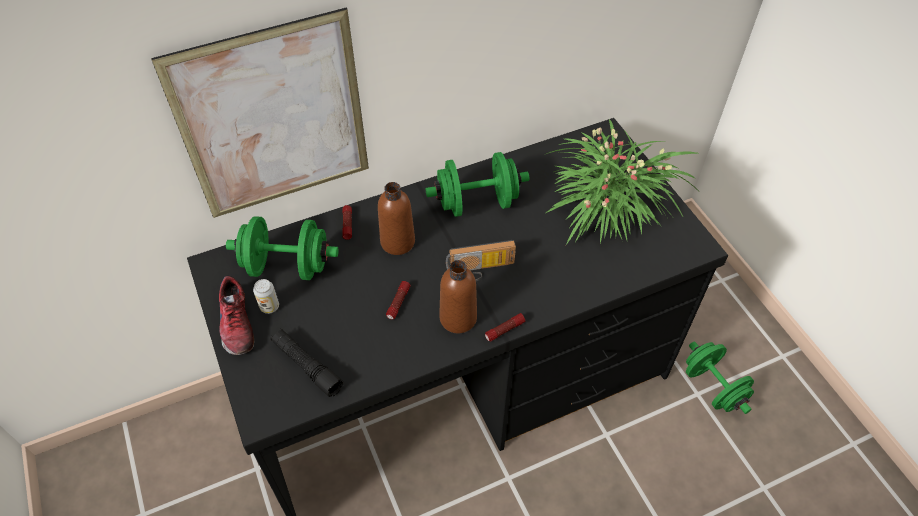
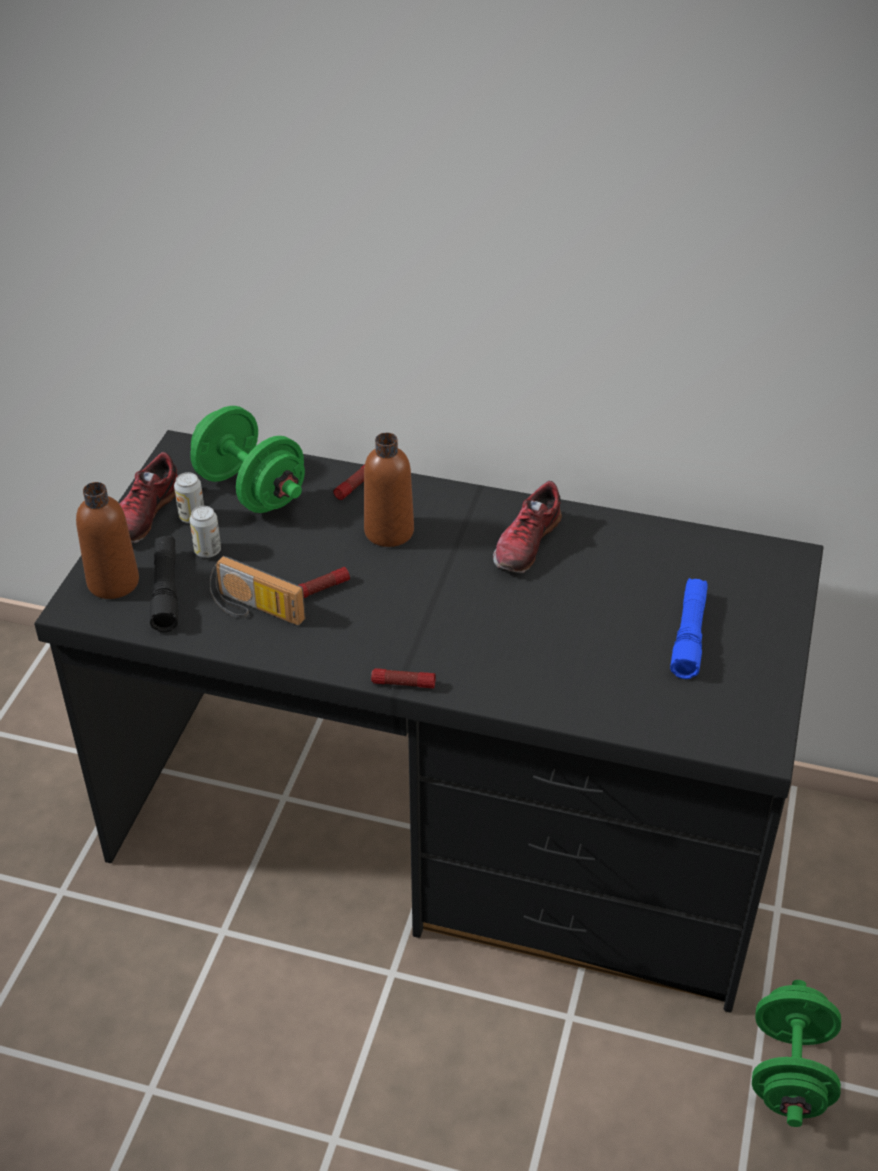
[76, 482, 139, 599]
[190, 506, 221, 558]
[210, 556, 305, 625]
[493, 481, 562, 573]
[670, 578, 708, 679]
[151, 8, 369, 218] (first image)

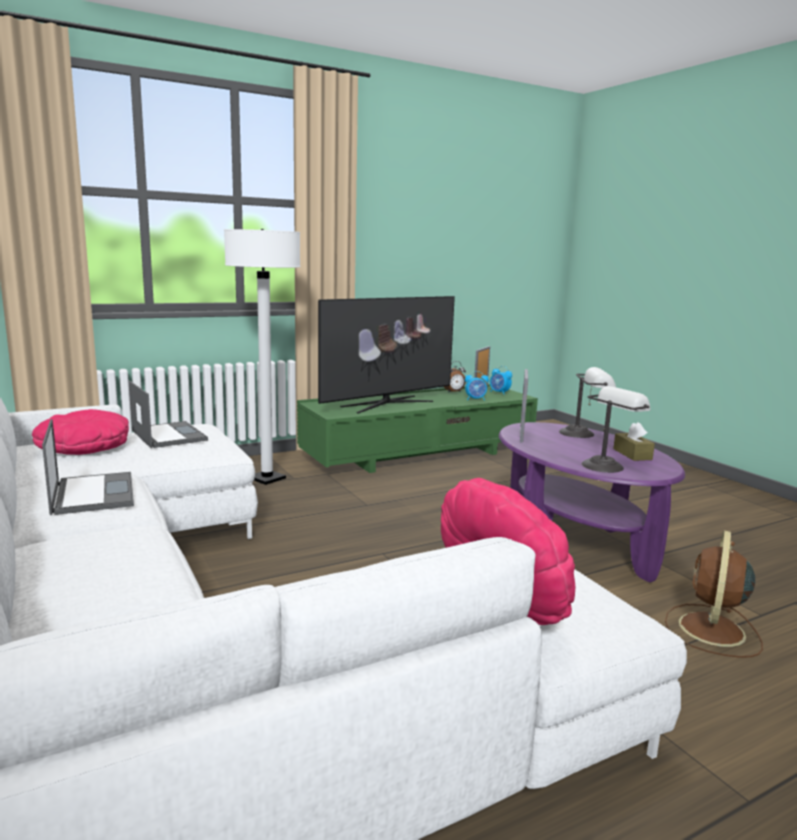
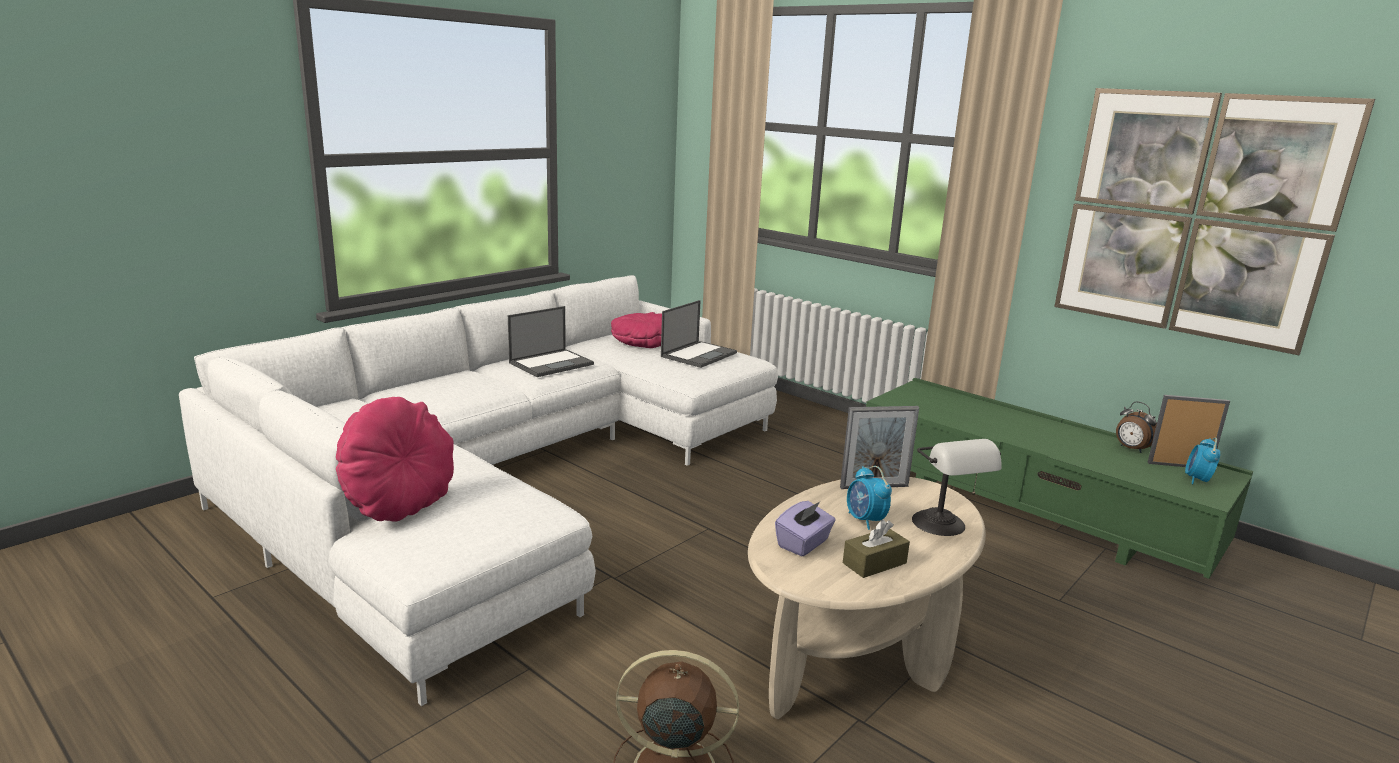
[748, 477, 986, 719]
[775, 501, 836, 556]
[847, 466, 892, 530]
[1054, 88, 1375, 355]
[224, 229, 301, 485] (first image)
[318, 296, 455, 414] (first image)

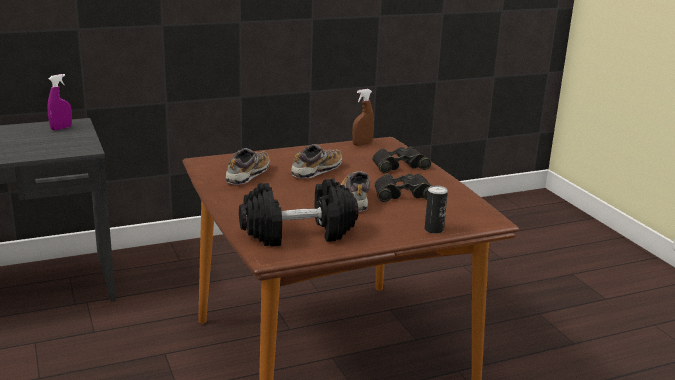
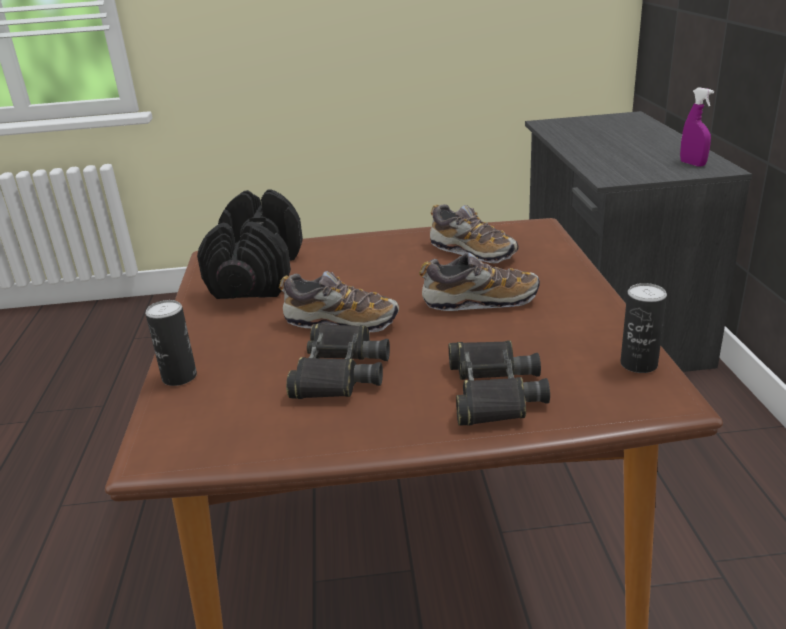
[419, 252, 540, 311]
[620, 283, 667, 373]

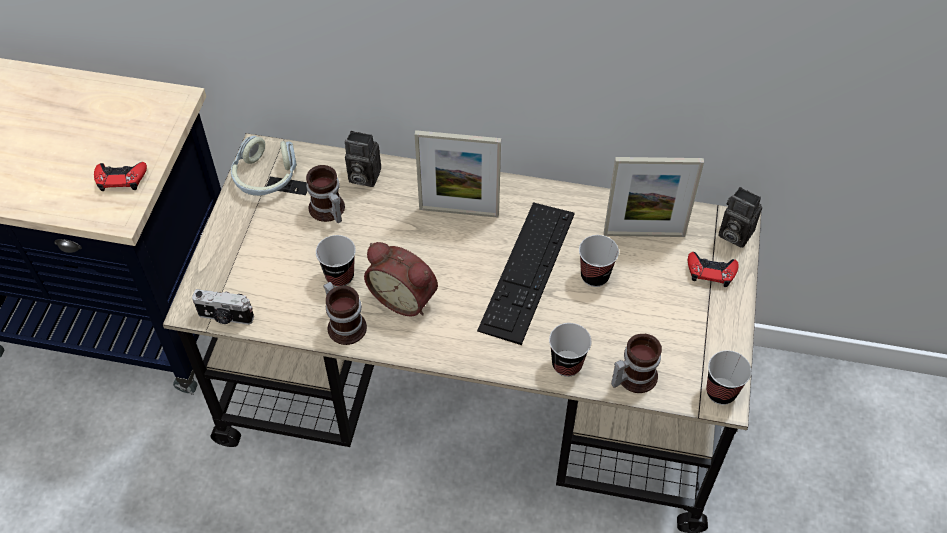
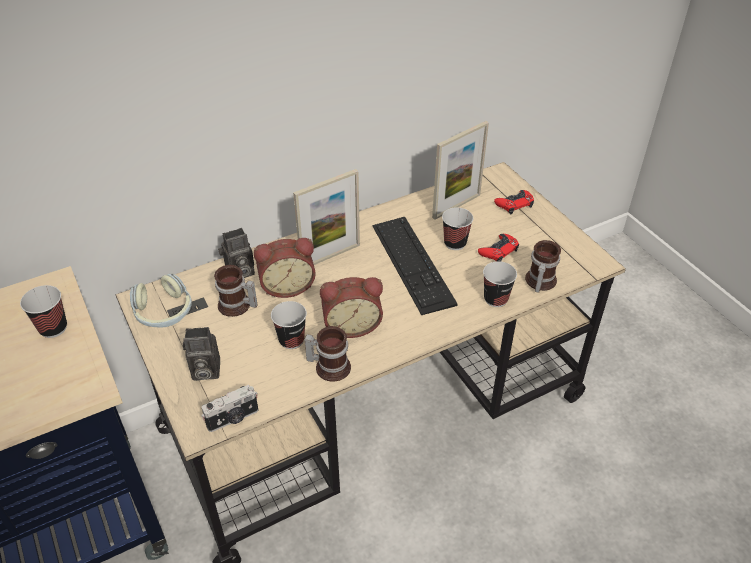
[20, 285, 67, 338]
[183, 327, 220, 381]
[254, 238, 316, 298]
[478, 234, 519, 262]

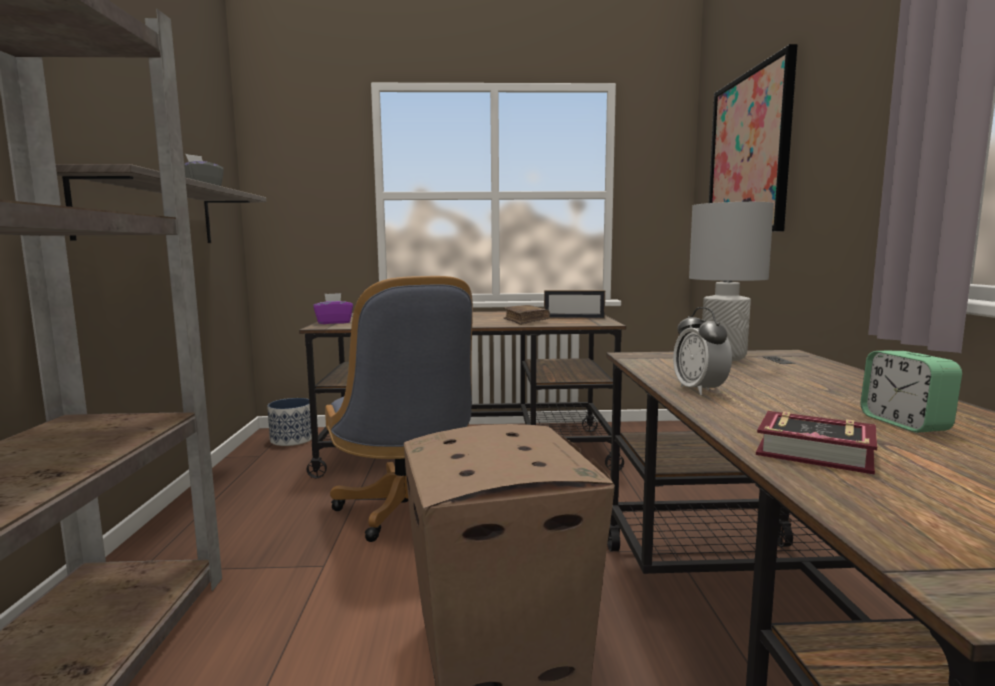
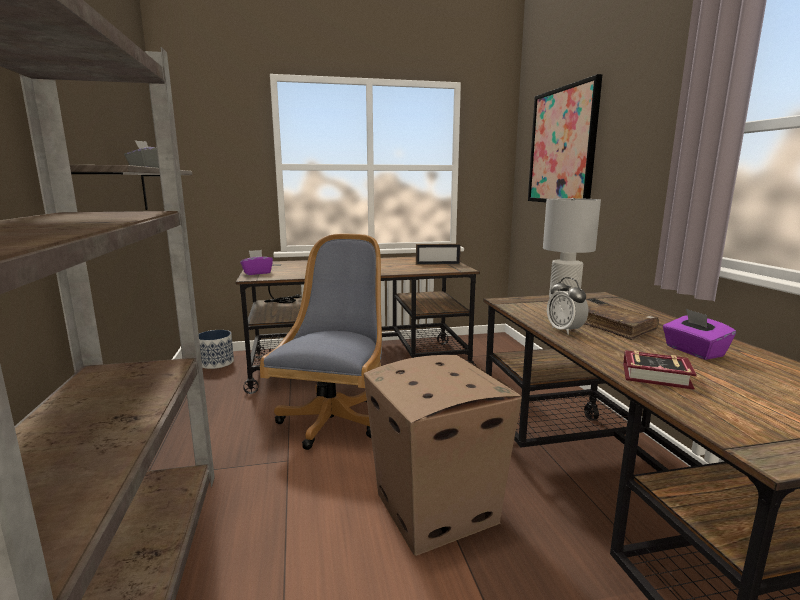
[260, 234, 382, 450]
[585, 304, 659, 340]
[663, 309, 736, 360]

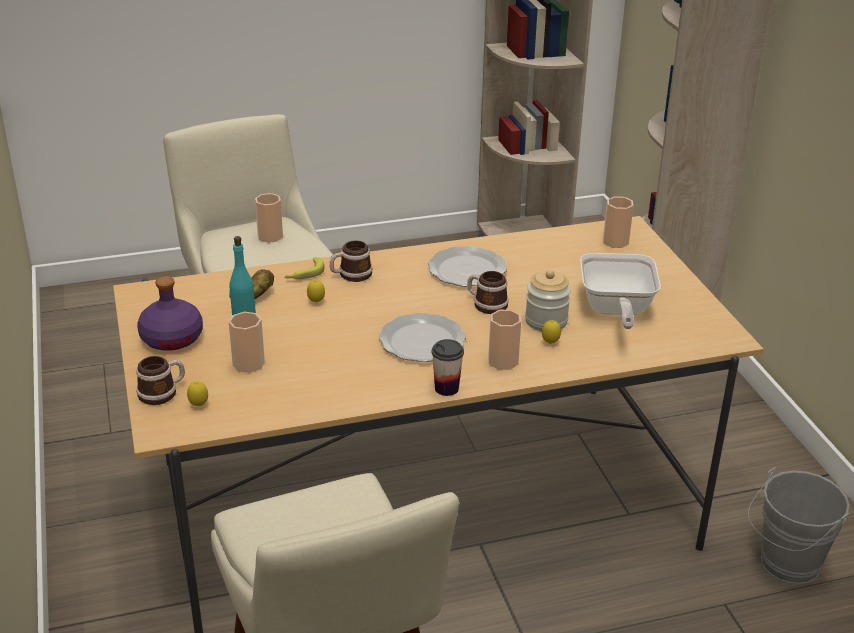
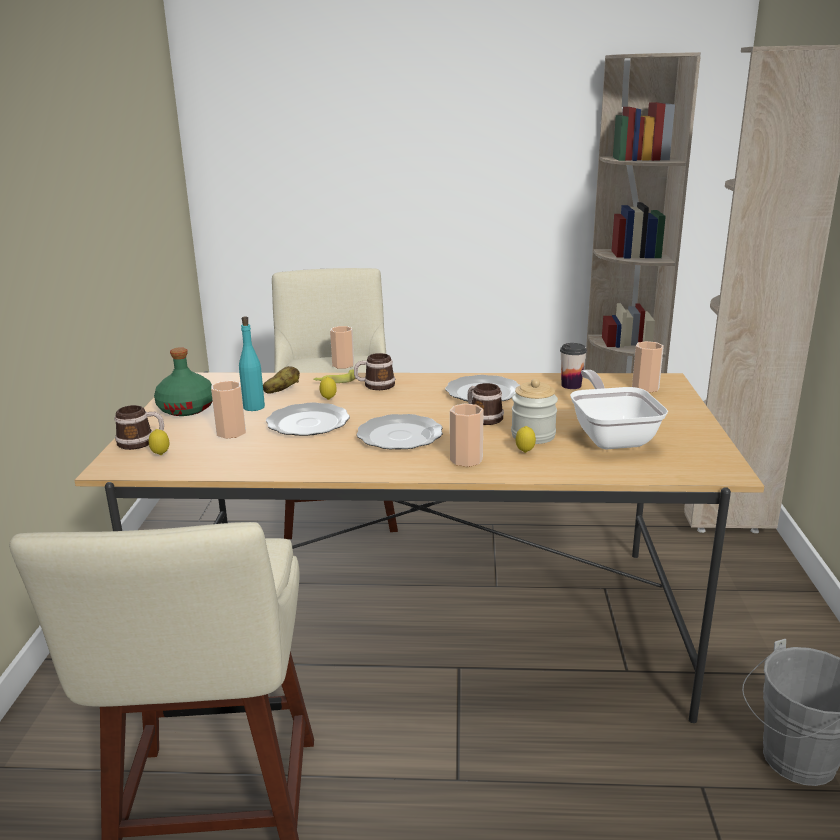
[154, 347, 213, 416]
[266, 402, 350, 436]
[560, 343, 587, 389]
[570, 370, 668, 449]

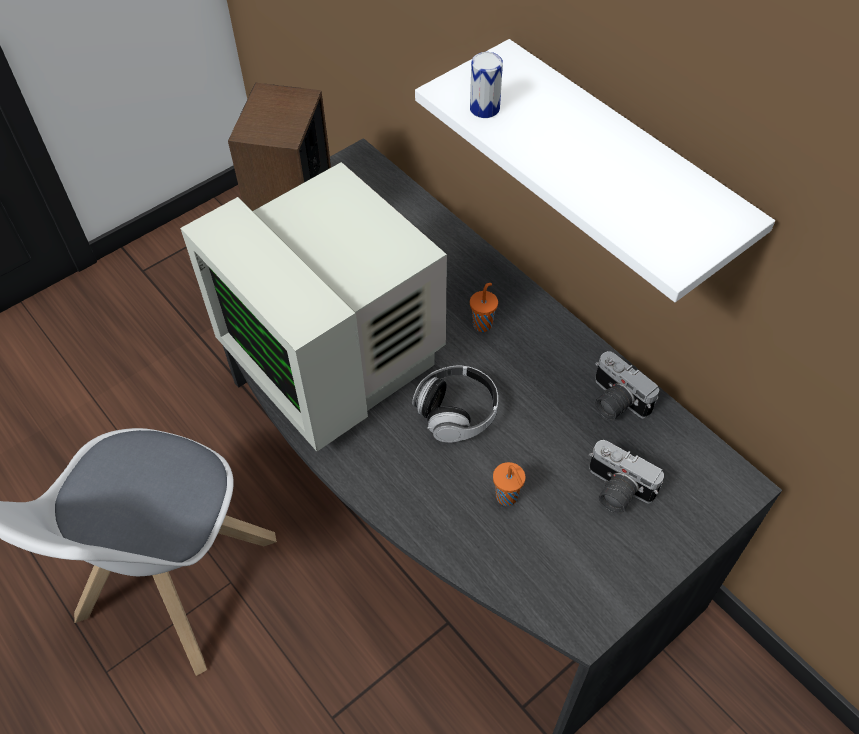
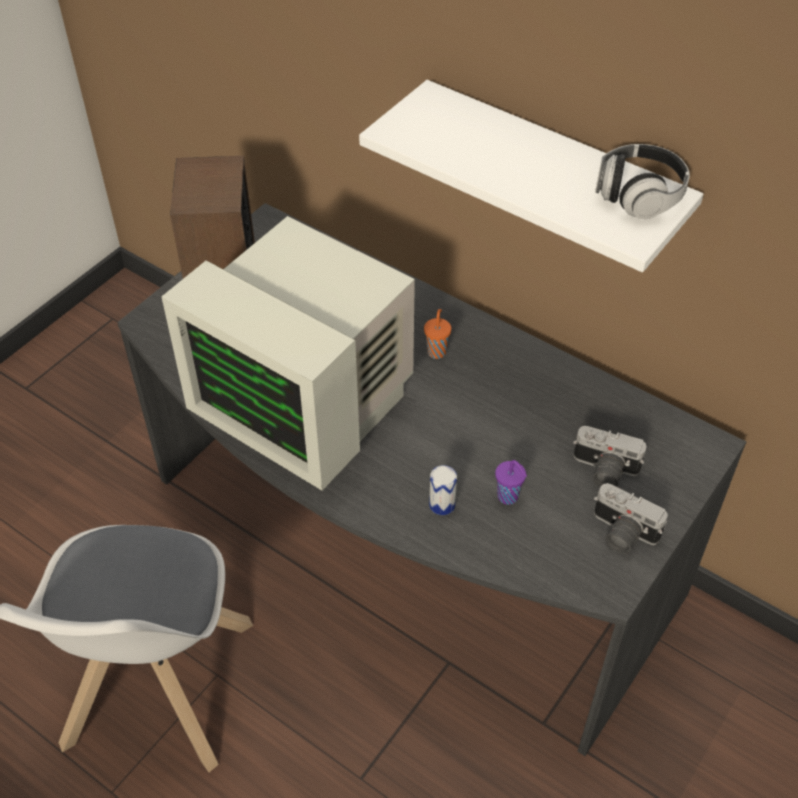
[429, 465, 457, 515]
[495, 460, 527, 505]
[594, 483, 668, 554]
[595, 144, 690, 219]

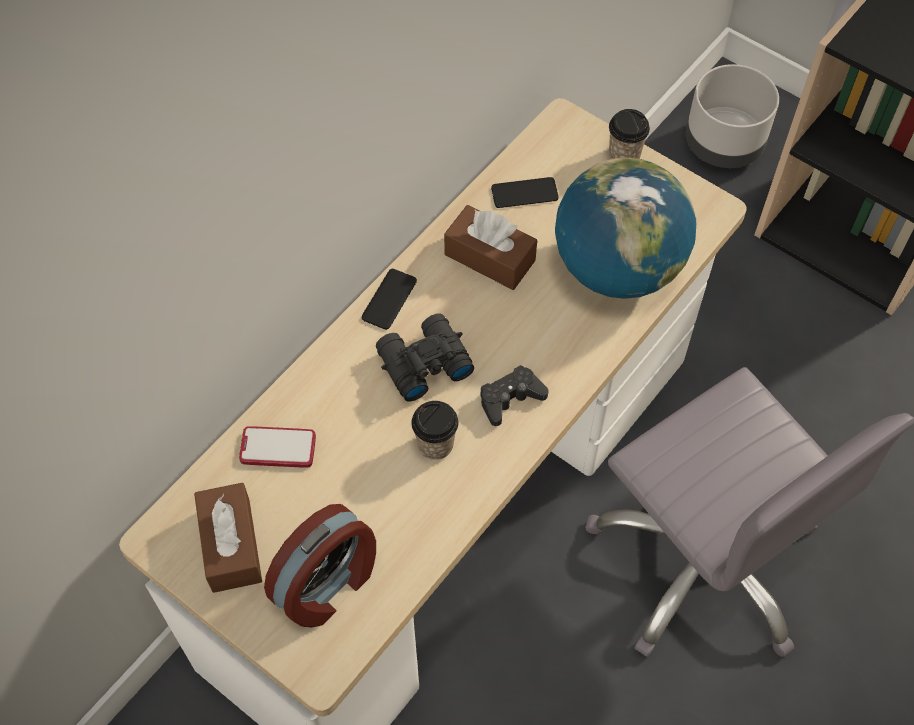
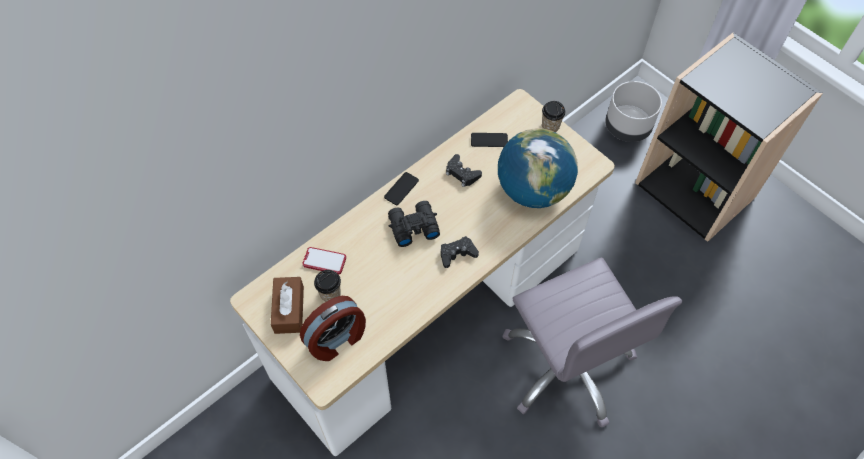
[314, 270, 341, 302]
[446, 154, 482, 187]

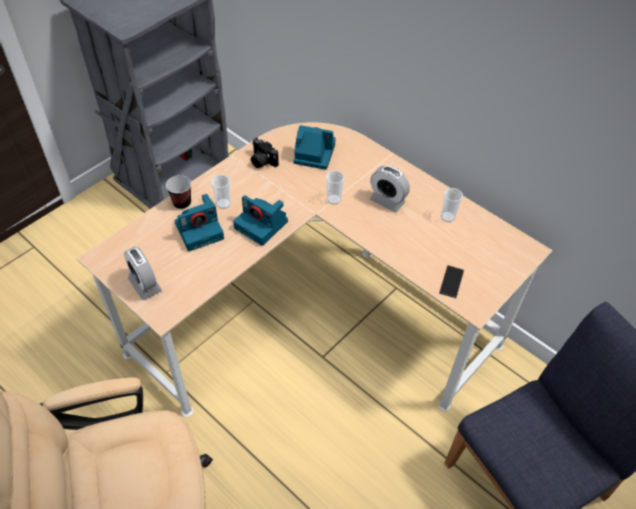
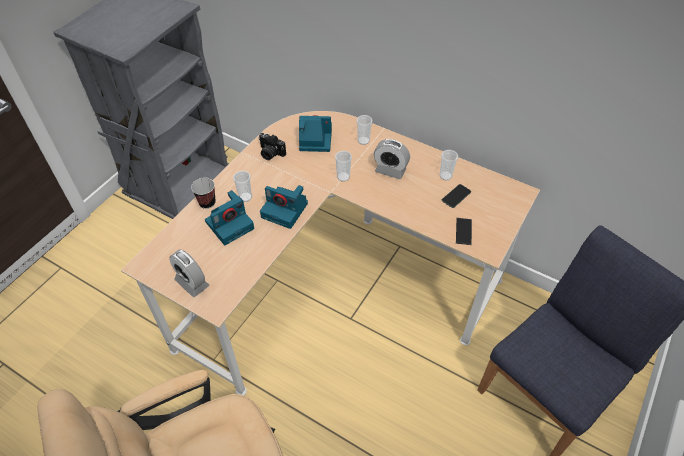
[356, 115, 372, 145]
[442, 184, 471, 208]

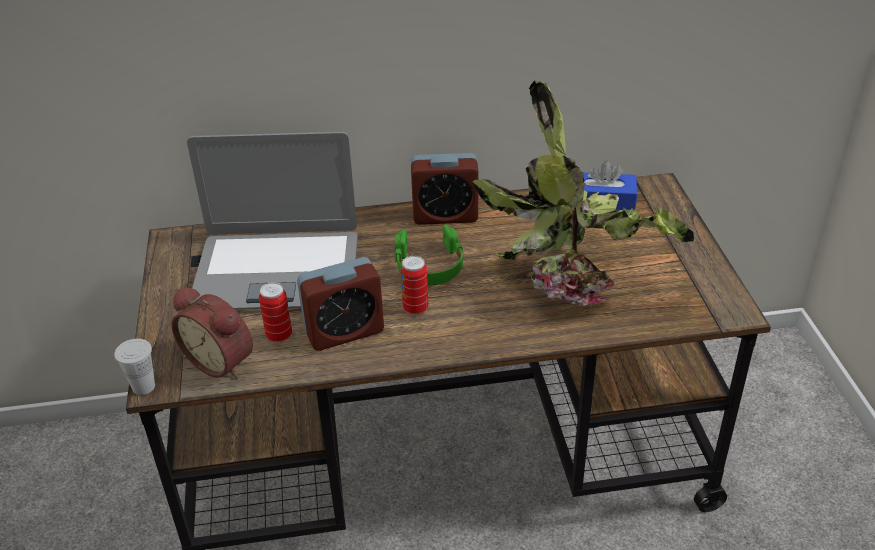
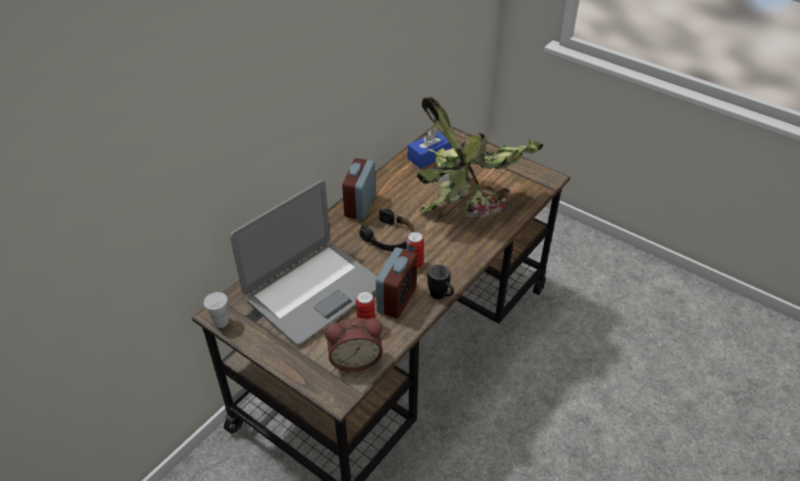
[204, 292, 229, 328]
[342, 158, 376, 220]
[359, 209, 414, 252]
[427, 264, 454, 299]

